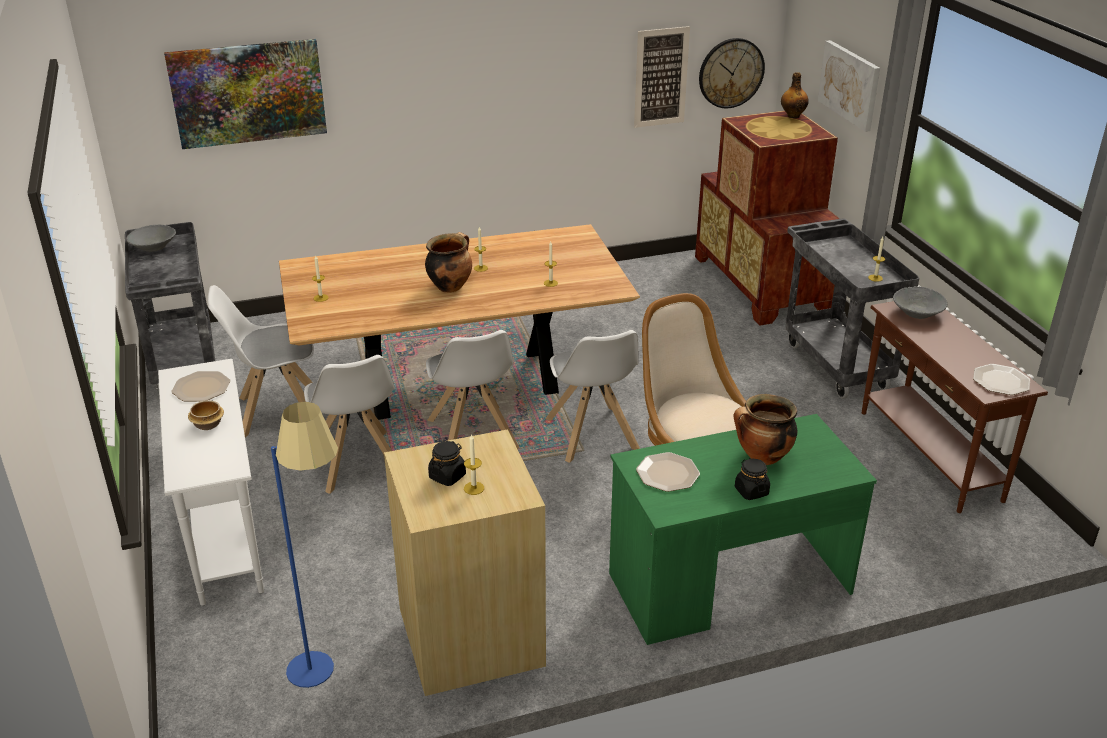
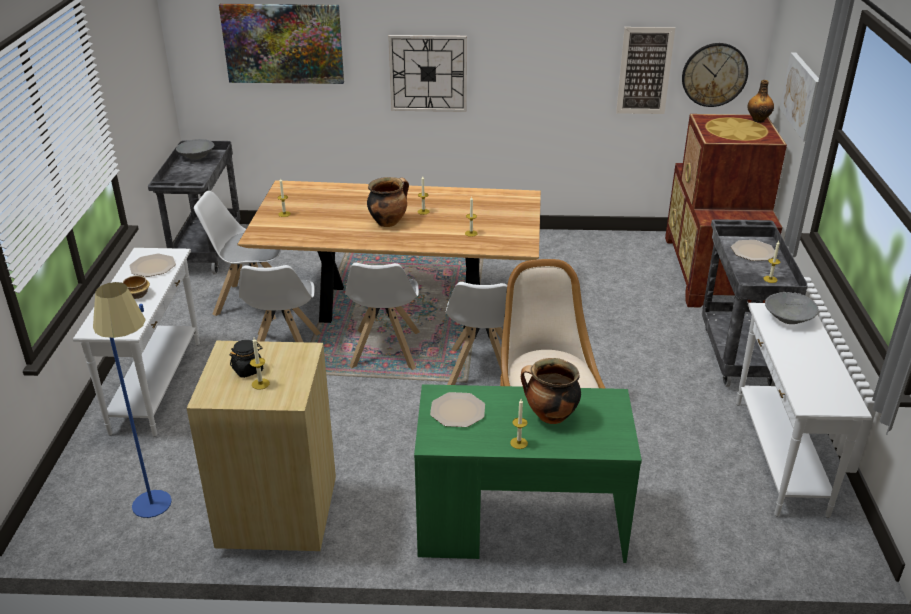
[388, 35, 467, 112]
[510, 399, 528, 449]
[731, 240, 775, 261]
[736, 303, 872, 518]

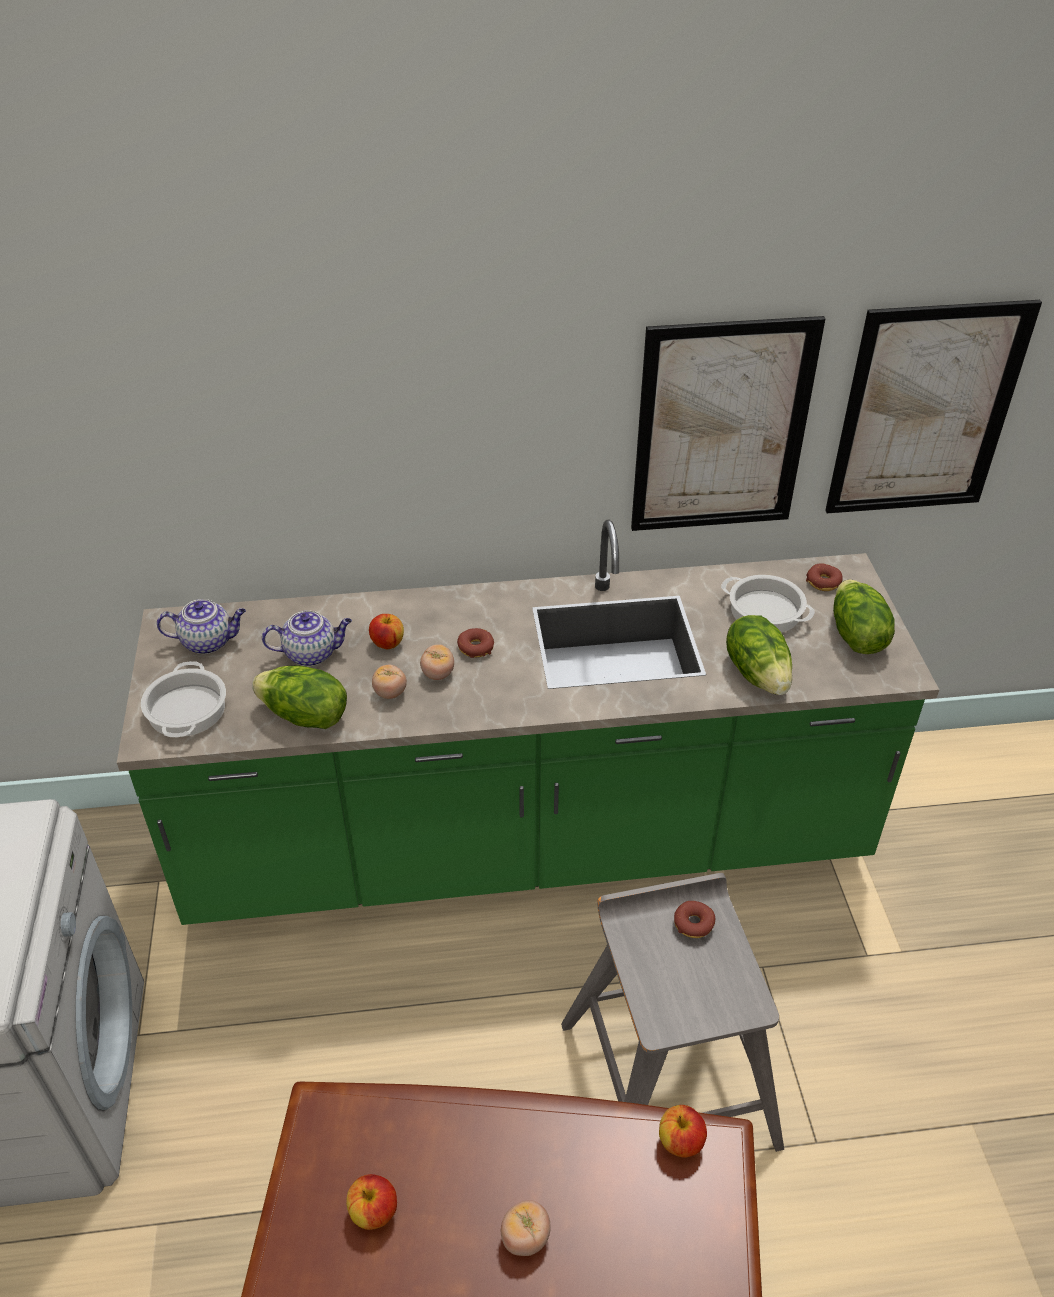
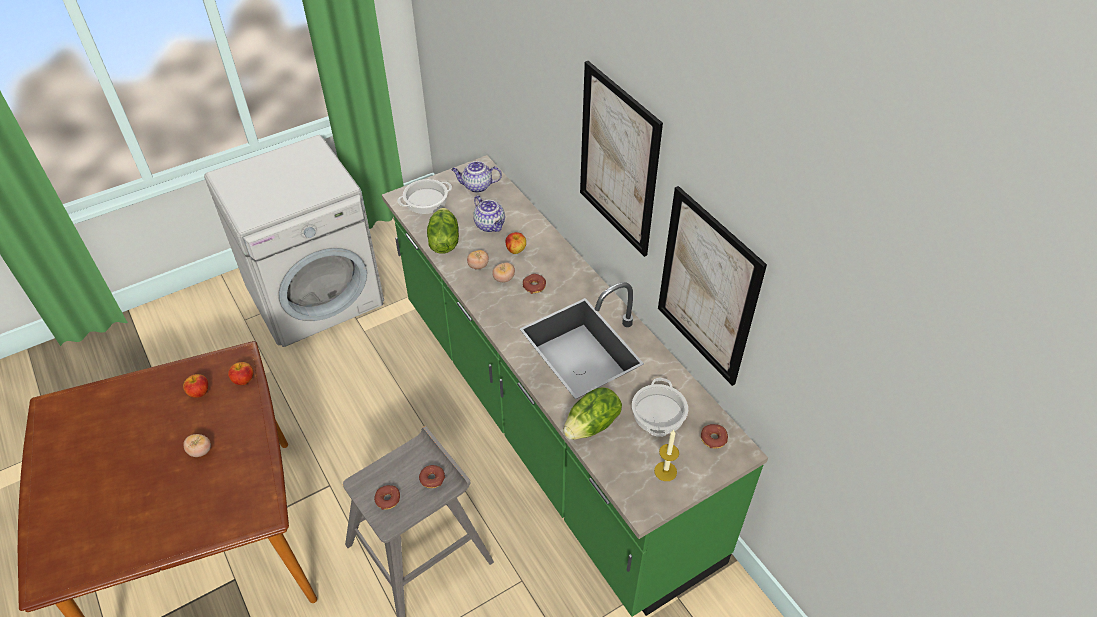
[228, 362, 254, 385]
[374, 485, 400, 510]
[451, 161, 502, 193]
[580, 61, 663, 257]
[654, 429, 679, 481]

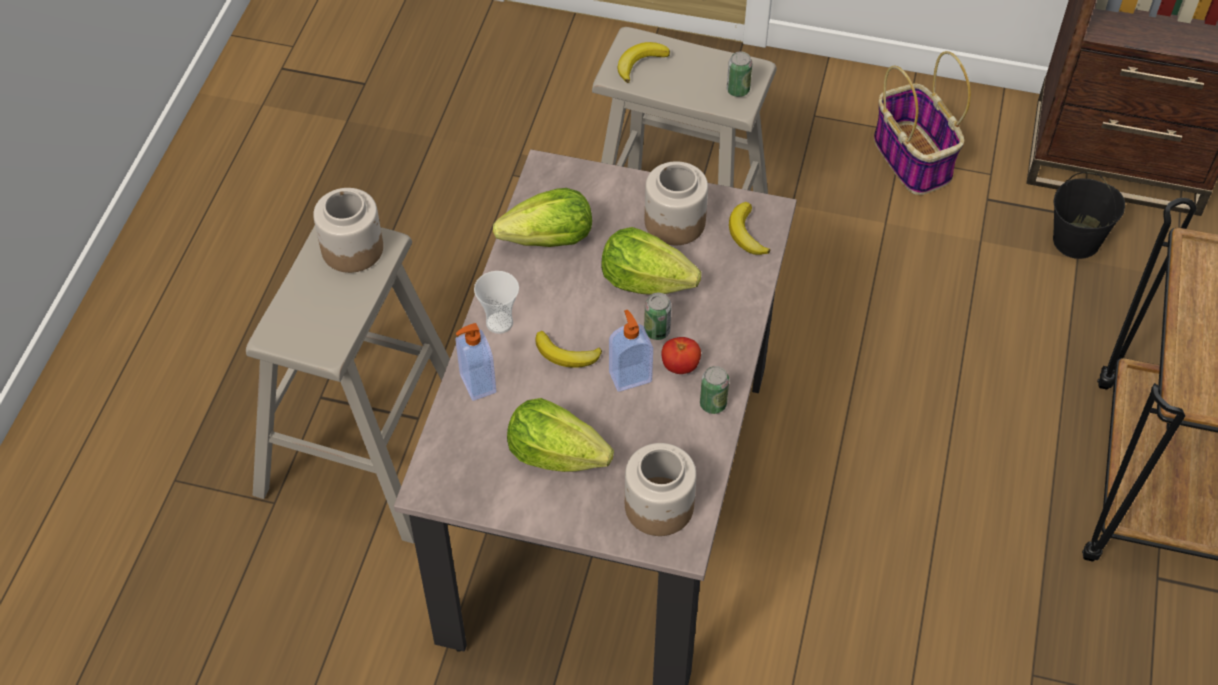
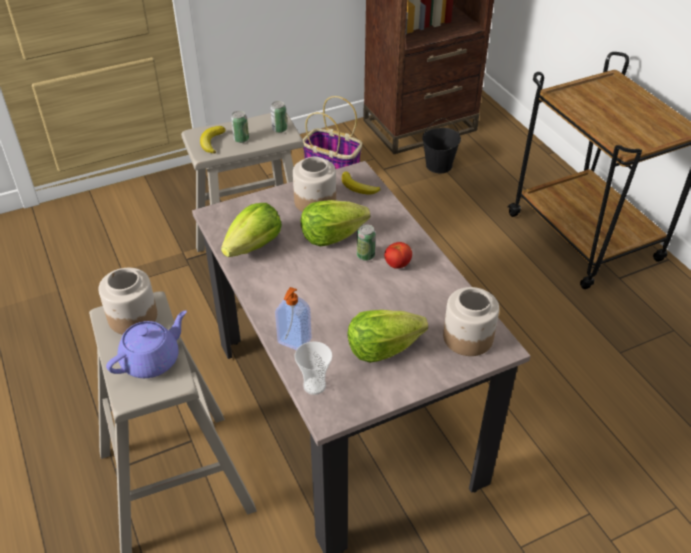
[106, 310, 187, 378]
[231, 111, 249, 143]
[295, 341, 332, 395]
[535, 331, 602, 368] (first image)
[609, 310, 653, 392] (first image)

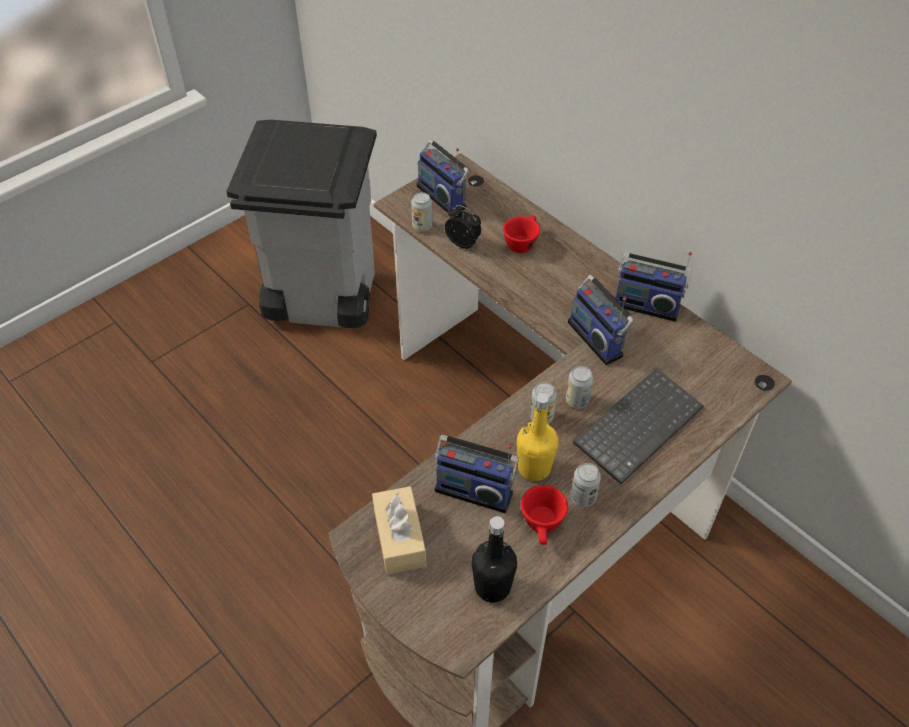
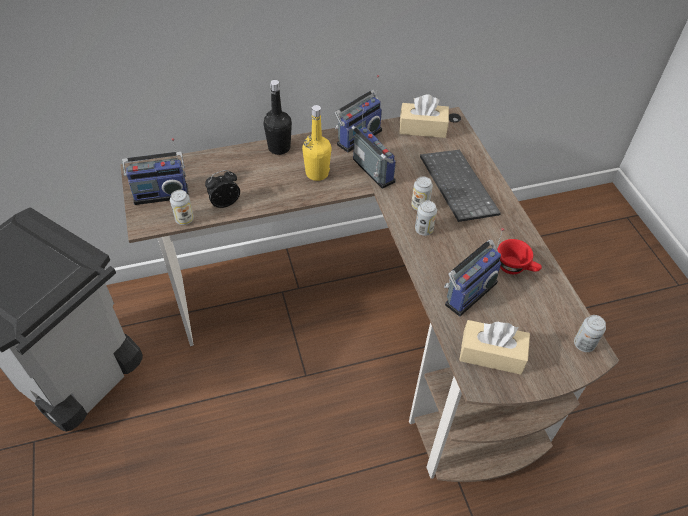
[264, 80, 292, 155]
[302, 105, 331, 181]
[351, 104, 396, 189]
[399, 94, 449, 138]
[574, 315, 606, 352]
[503, 215, 540, 253] (first image)

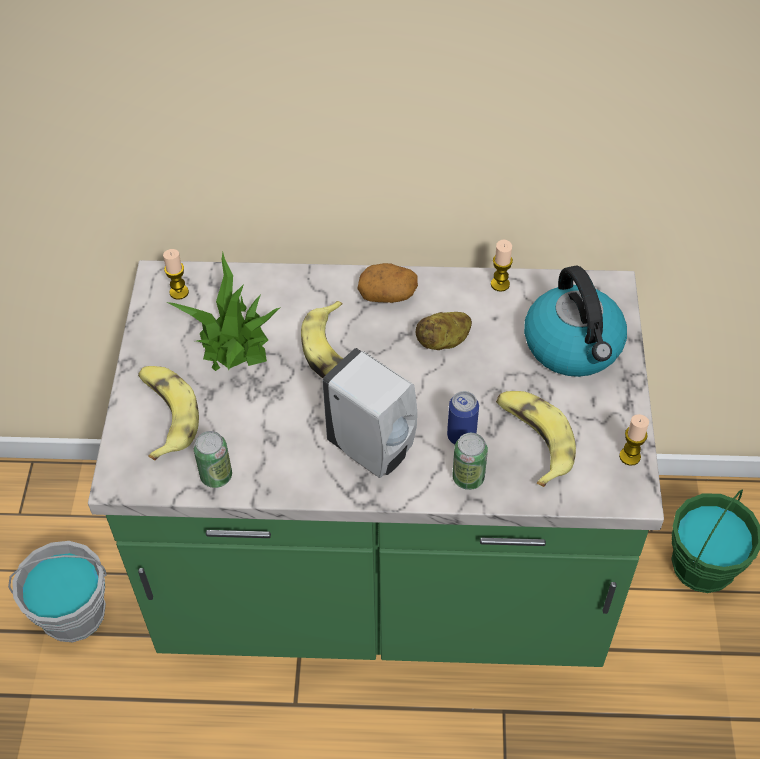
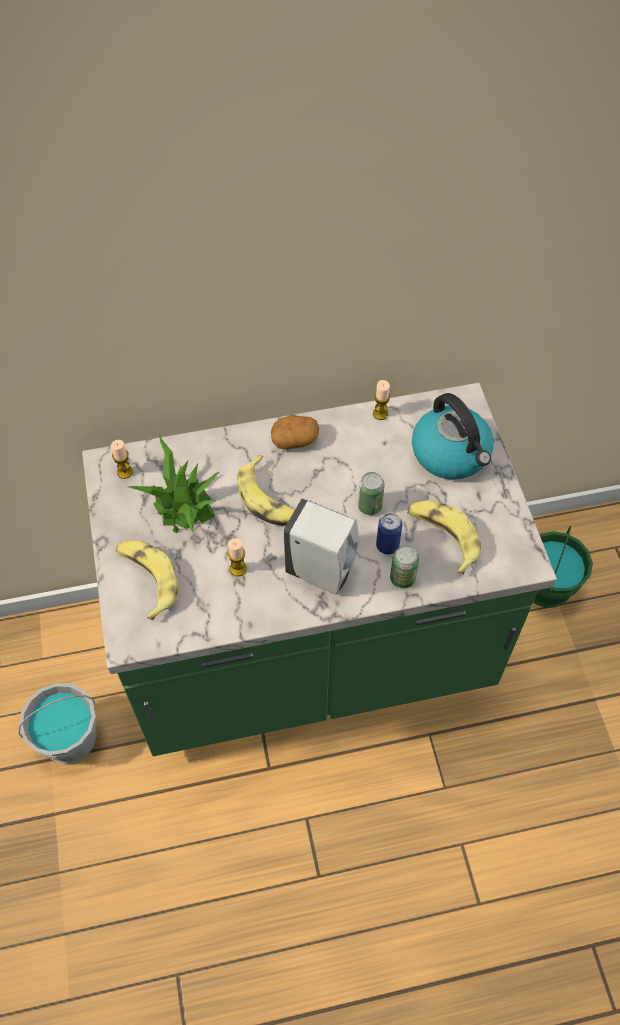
[227, 538, 247, 576]
[358, 472, 385, 515]
[416, 312, 472, 350] (first image)

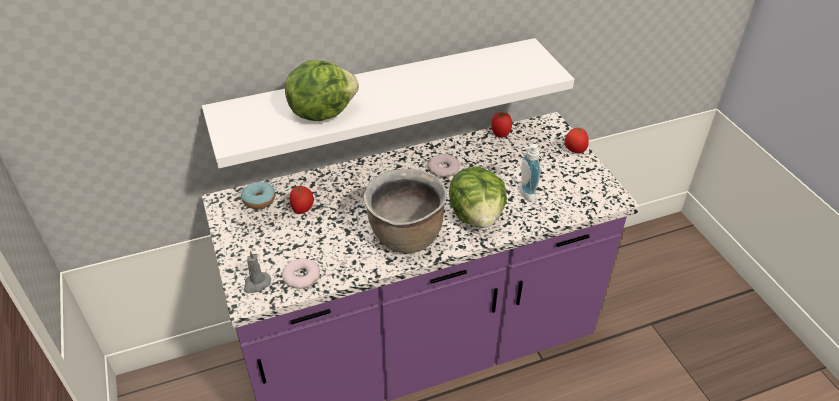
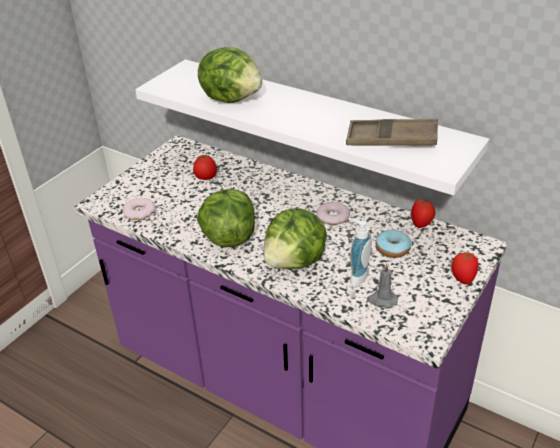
[197, 189, 255, 247]
[346, 119, 438, 146]
[367, 263, 398, 308]
[376, 229, 411, 258]

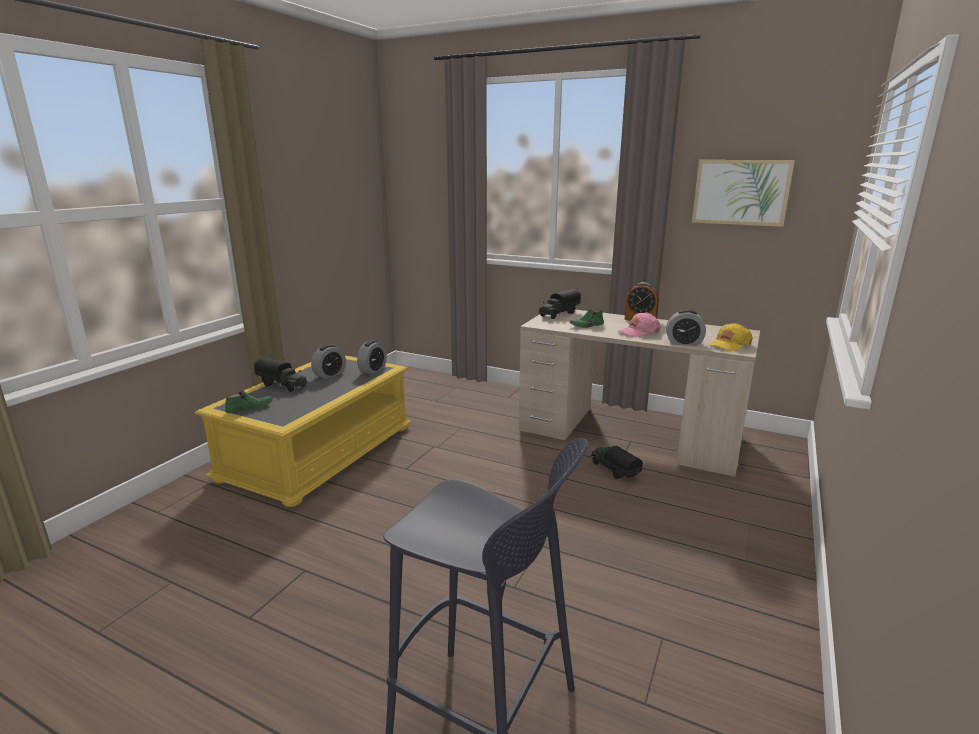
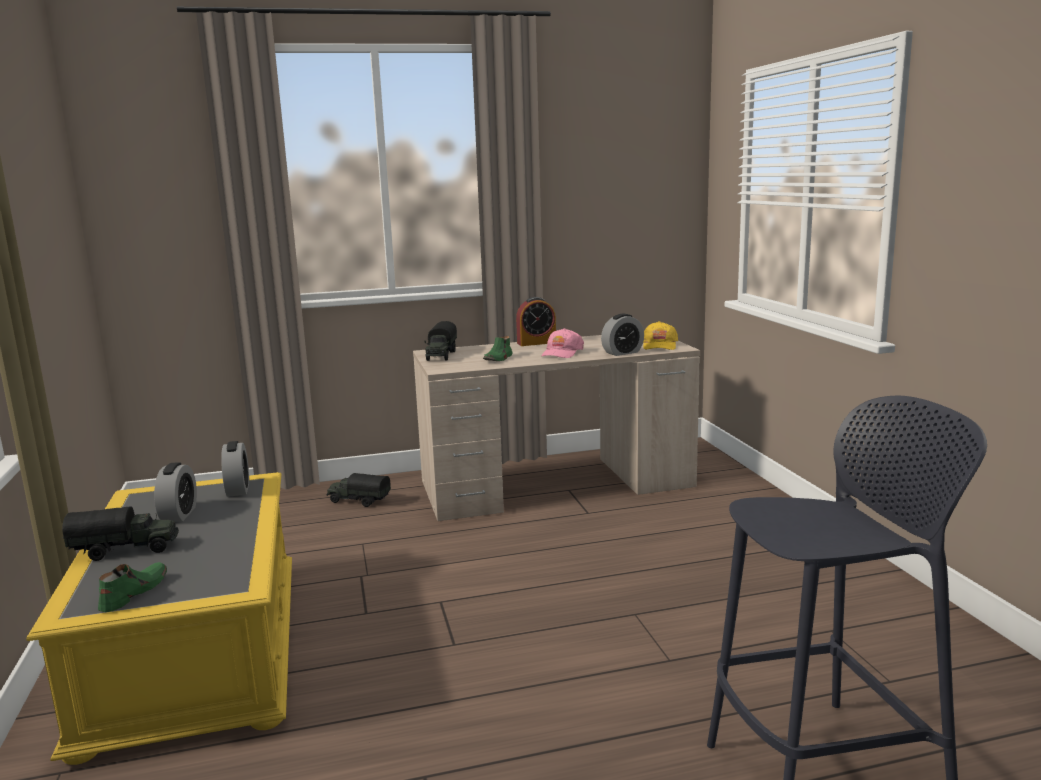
[327, 473, 391, 507]
[692, 160, 795, 227] (first image)

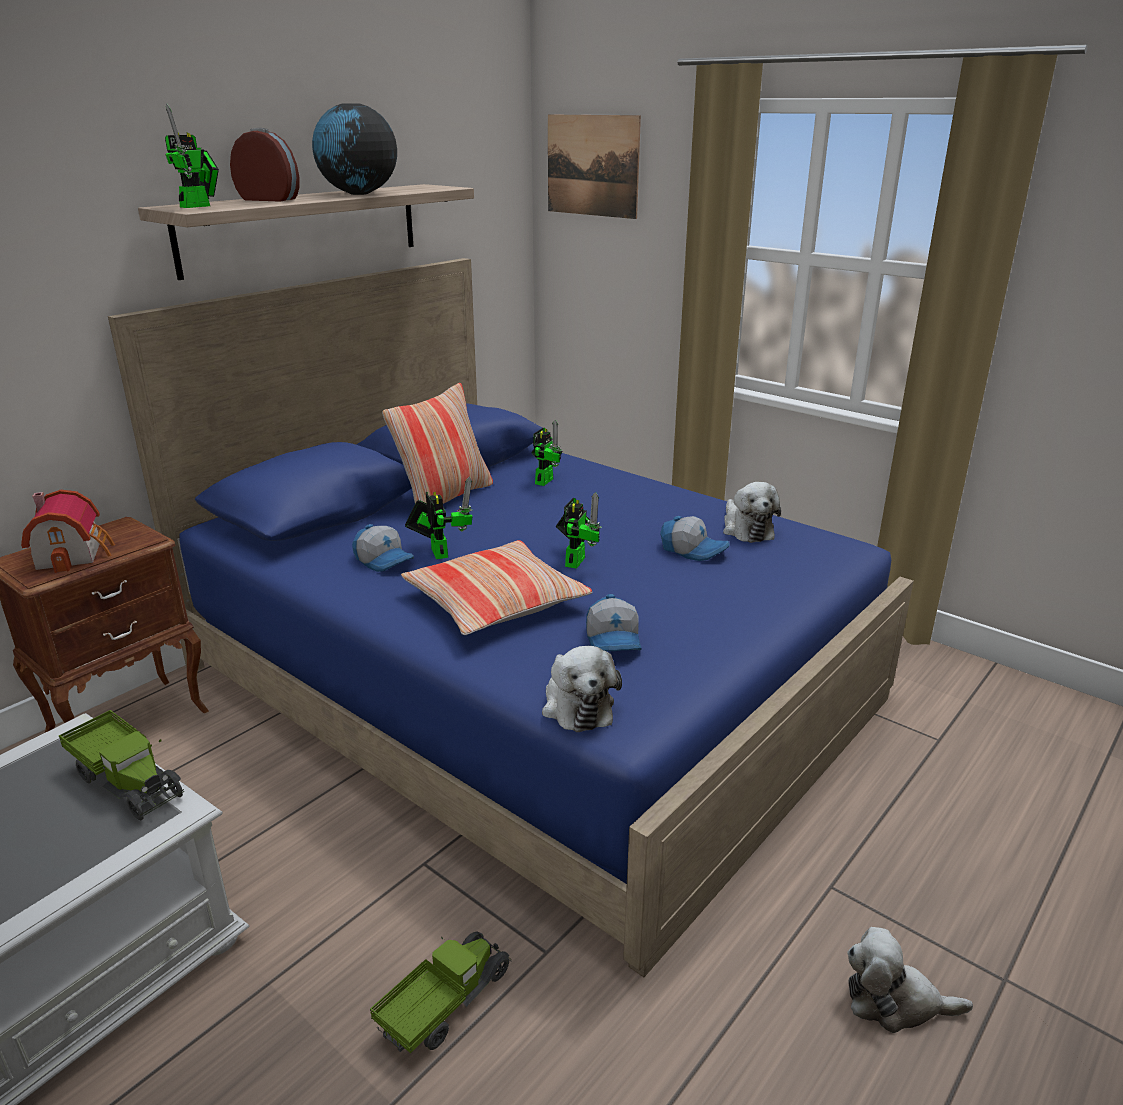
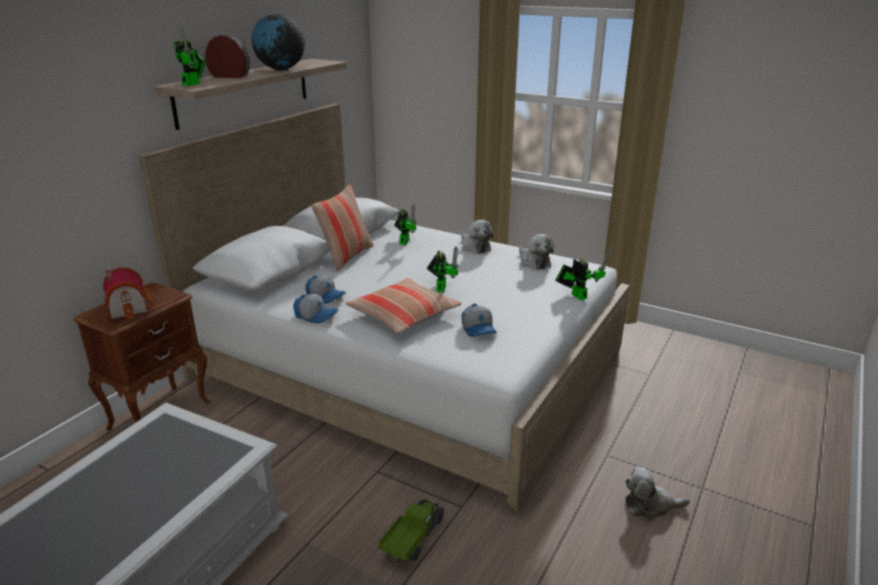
[139, 103, 630, 512]
[293, 294, 338, 323]
[461, 220, 493, 254]
[555, 248, 611, 300]
[59, 710, 184, 820] (first image)
[548, 115, 641, 219] (first image)

